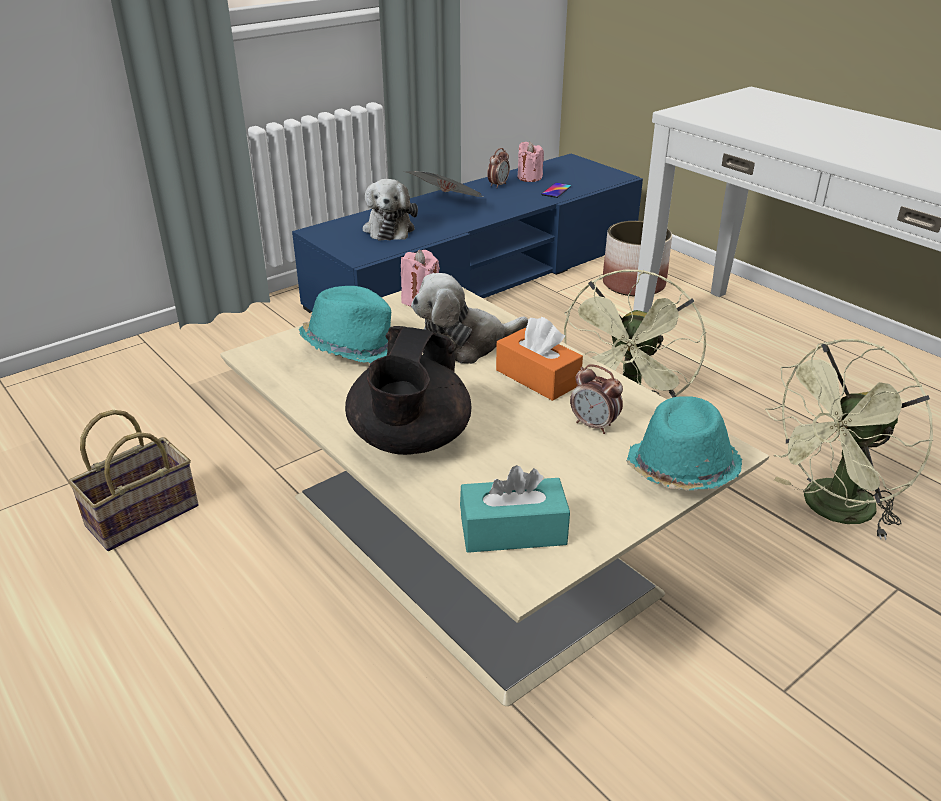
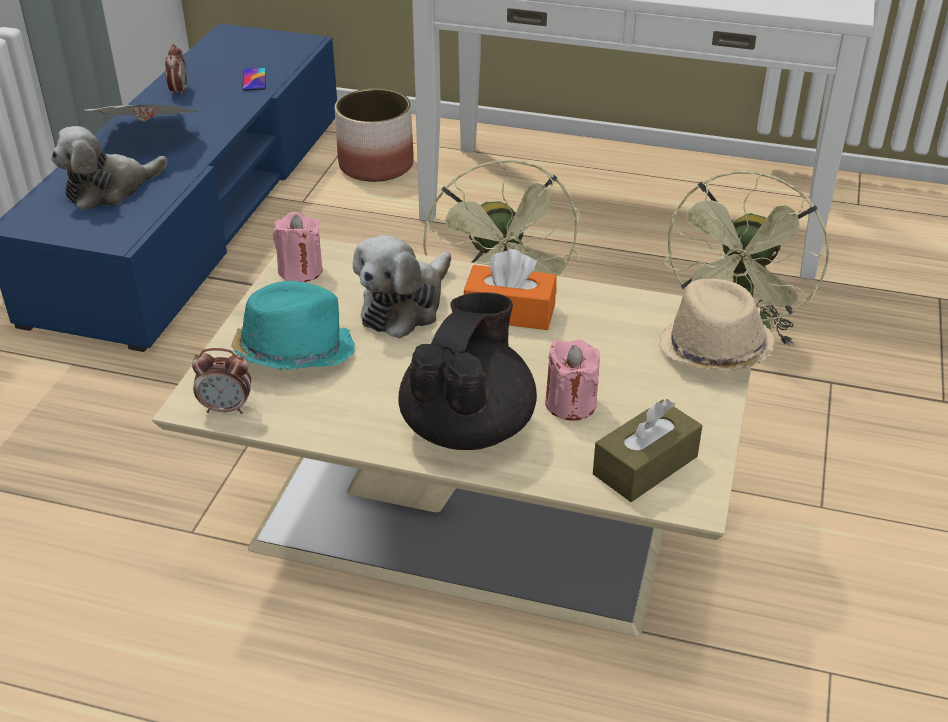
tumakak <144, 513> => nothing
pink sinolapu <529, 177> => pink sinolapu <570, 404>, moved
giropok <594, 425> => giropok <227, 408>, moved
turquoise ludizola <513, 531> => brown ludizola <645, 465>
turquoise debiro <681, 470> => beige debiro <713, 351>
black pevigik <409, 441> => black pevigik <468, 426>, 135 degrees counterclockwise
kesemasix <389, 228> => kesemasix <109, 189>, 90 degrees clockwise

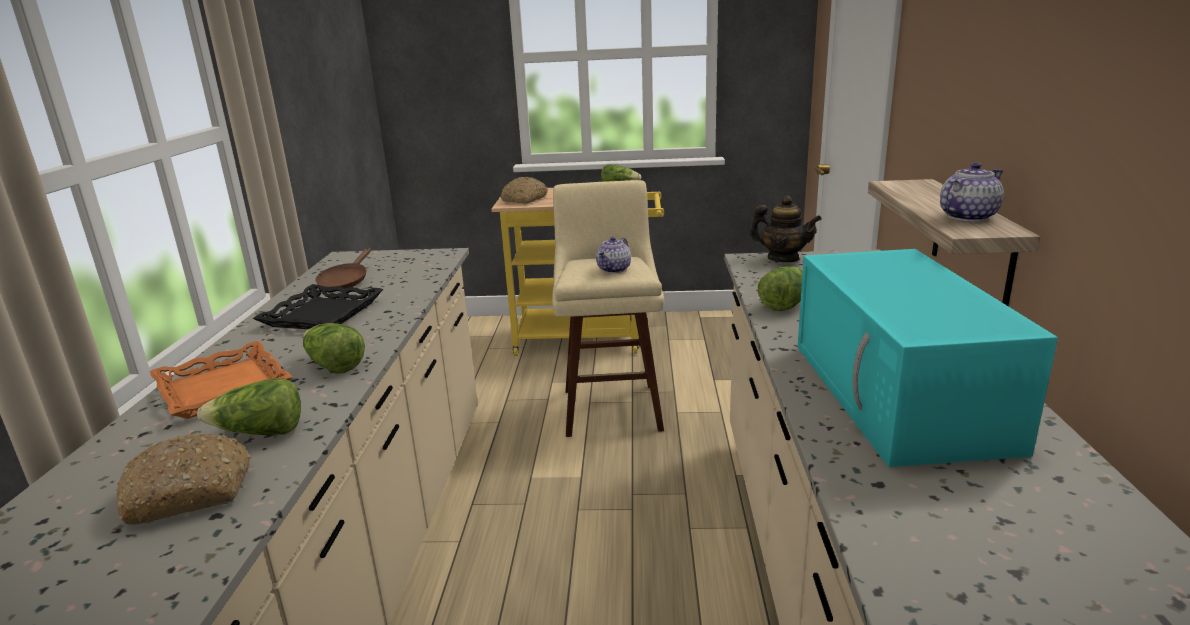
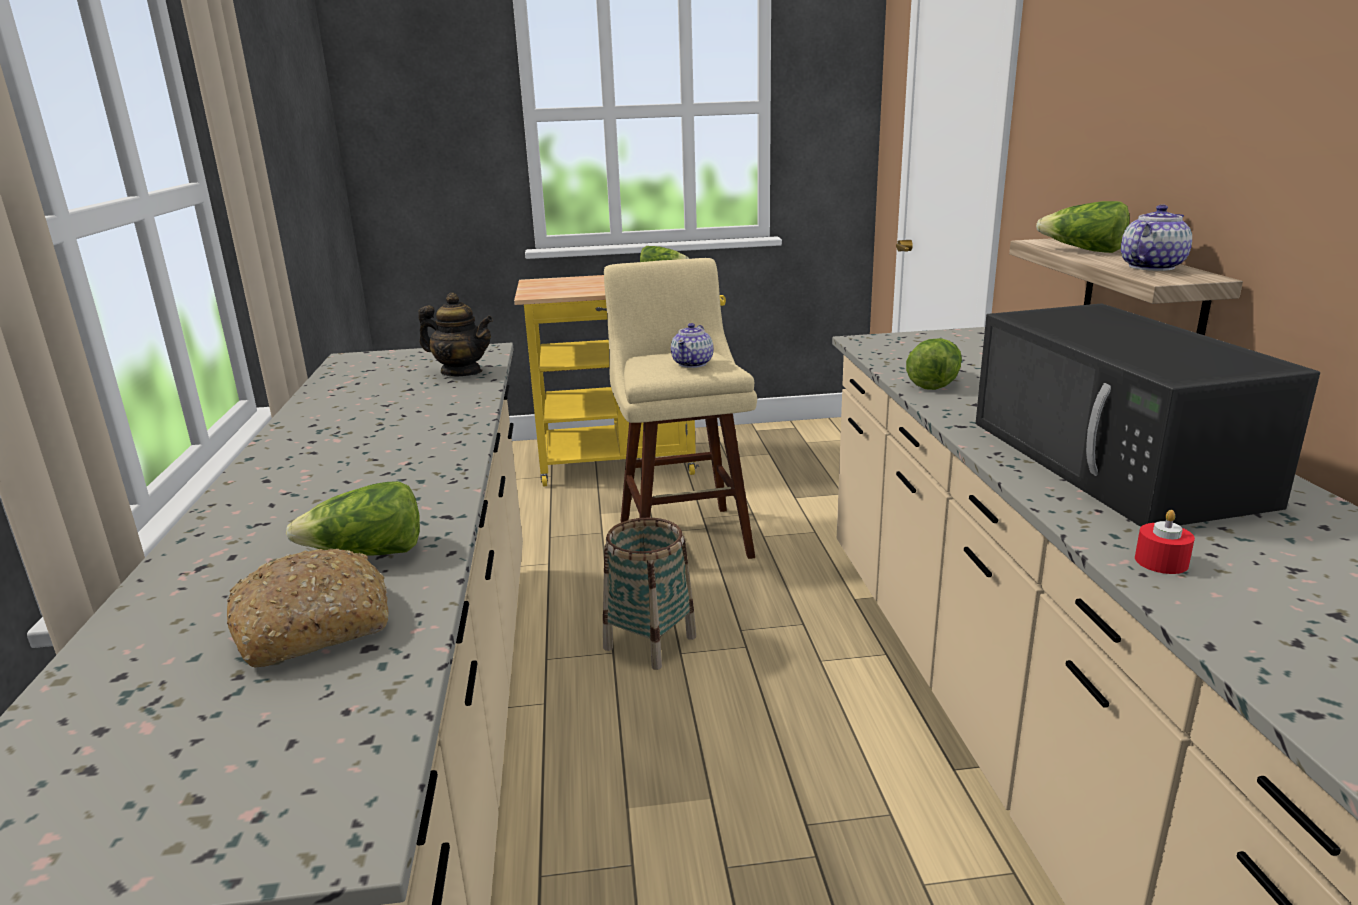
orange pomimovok <224, 387> => nothing
black pomimovok <323, 315> => nothing
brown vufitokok <346, 282> => nothing
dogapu <524, 199> => nothing
nothing => tumakak <650, 642>
nothing => red sinolapu <1161, 561>
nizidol <334, 365> => nizidol <1083, 251>, moved
pevigik <783, 259> => pevigik <461, 372>, moved
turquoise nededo <900, 395> => black nededo <1115, 462>

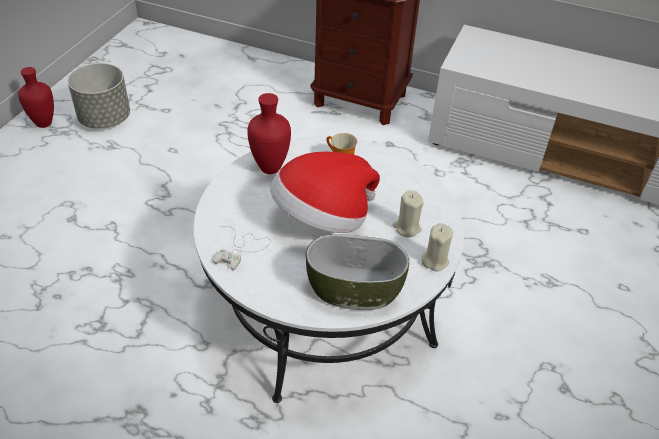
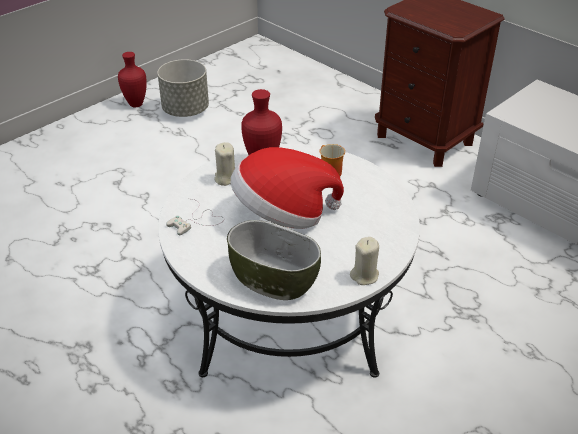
beige sinolapu <407, 228> => beige sinolapu <225, 178>, moved

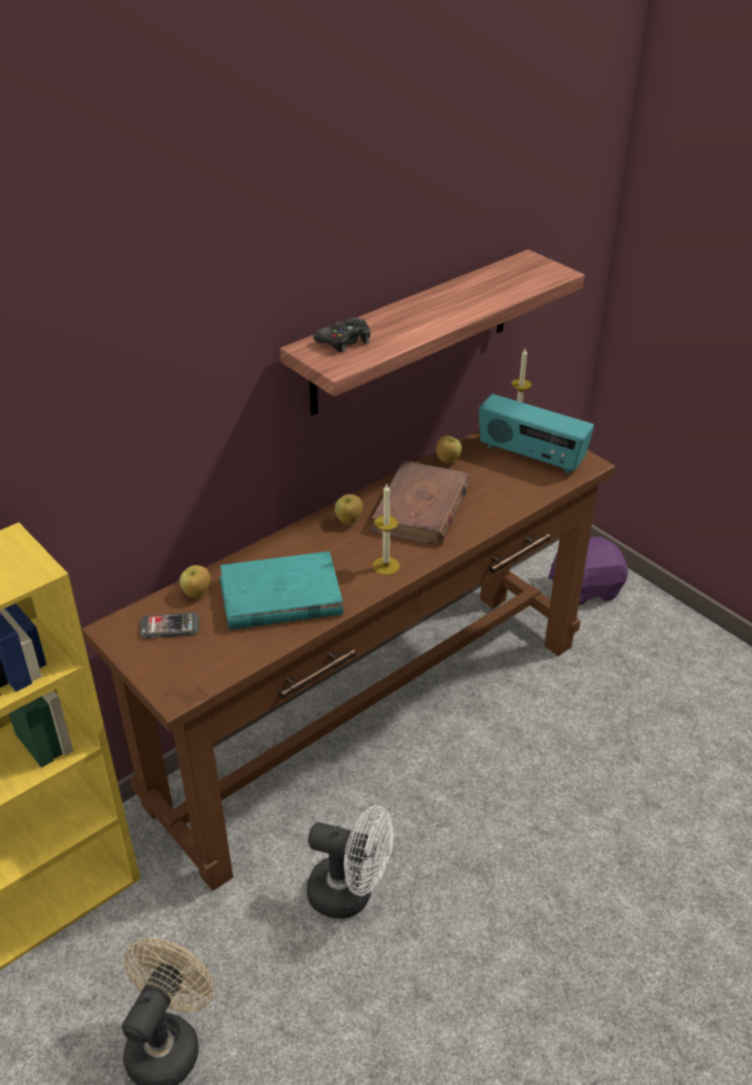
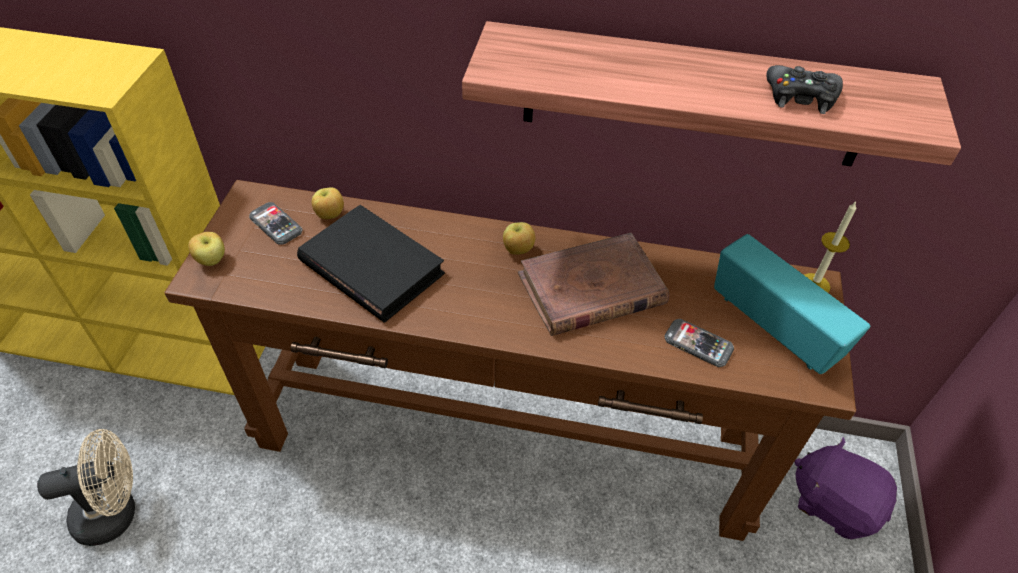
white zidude <351, 894> => nothing
sinolapu <386, 566> => nothing
nothing => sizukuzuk <698, 344>
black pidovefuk <344, 341> => black pidovefuk <800, 97>, moved
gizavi <447, 460> => gizavi <212, 260>, moved
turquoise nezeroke <280, 597> => black nezeroke <371, 267>
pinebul <530, 456> => pinebul <775, 326>, 150 degrees clockwise

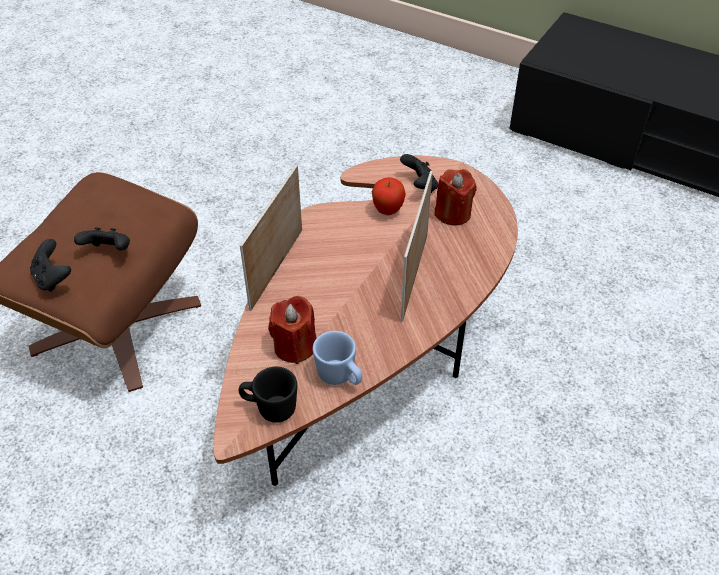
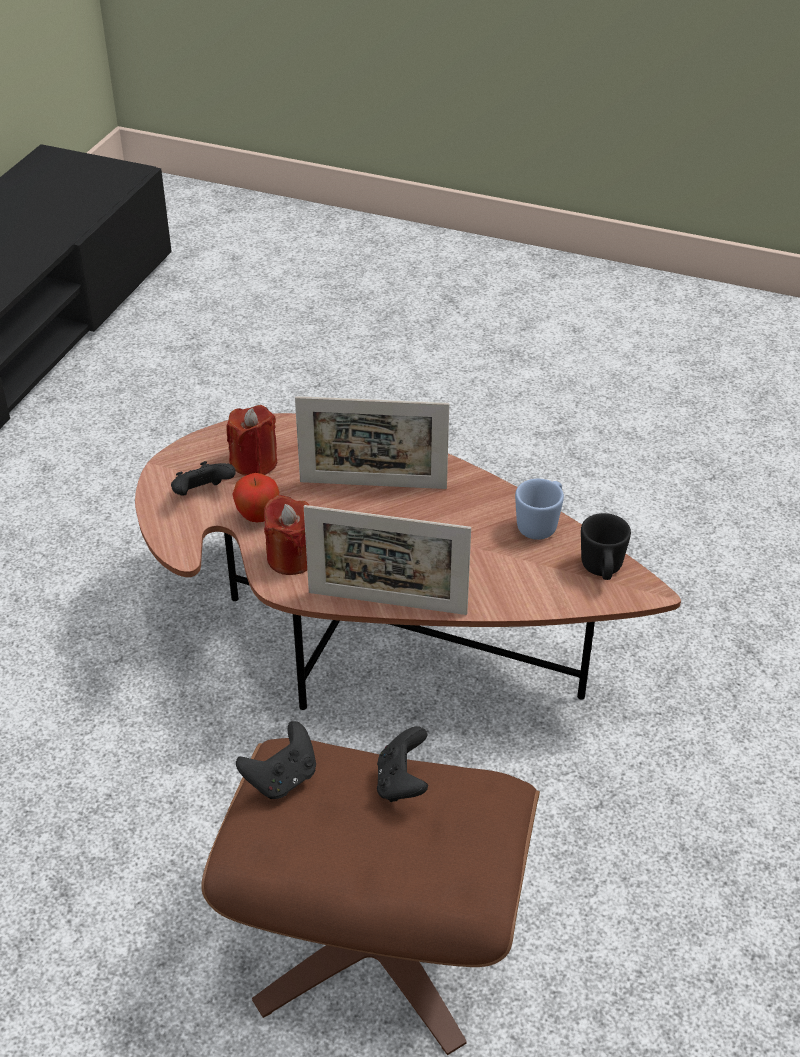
black pidovefuk <53, 278> => black pidovefuk <282, 779>, moved
red sinolapu <294, 346> => red sinolapu <291, 558>, moved

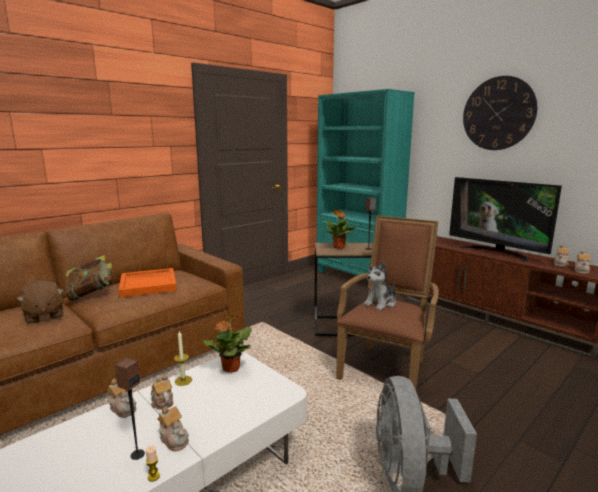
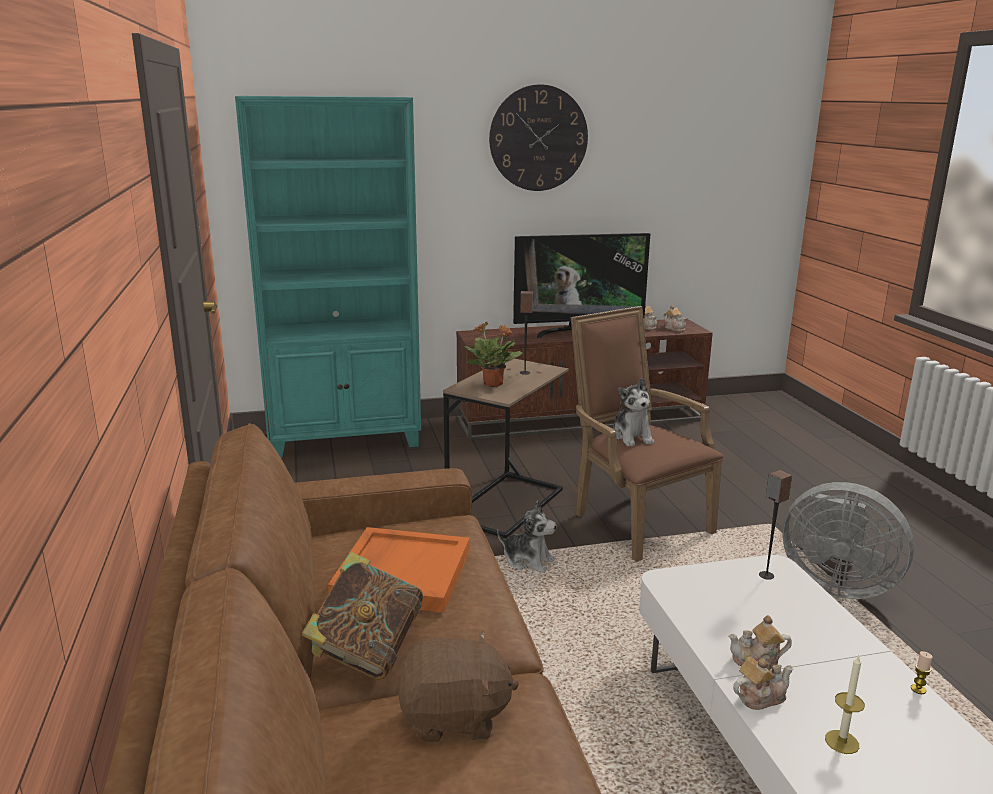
pevigik <174, 439> => nothing
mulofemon <230, 369> => nothing
nothing => kesemasix <528, 561>
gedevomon <137, 454> => gedevomon <766, 575>, moved
sinolapu <183, 380> => sinolapu <842, 742>, moved

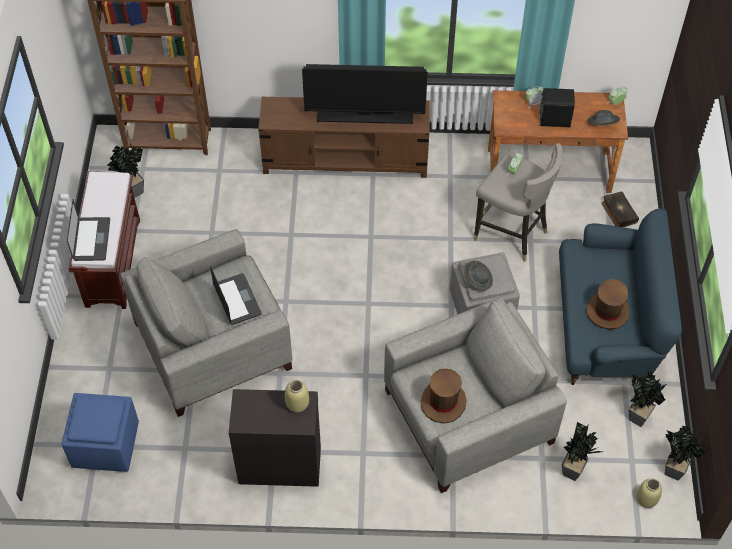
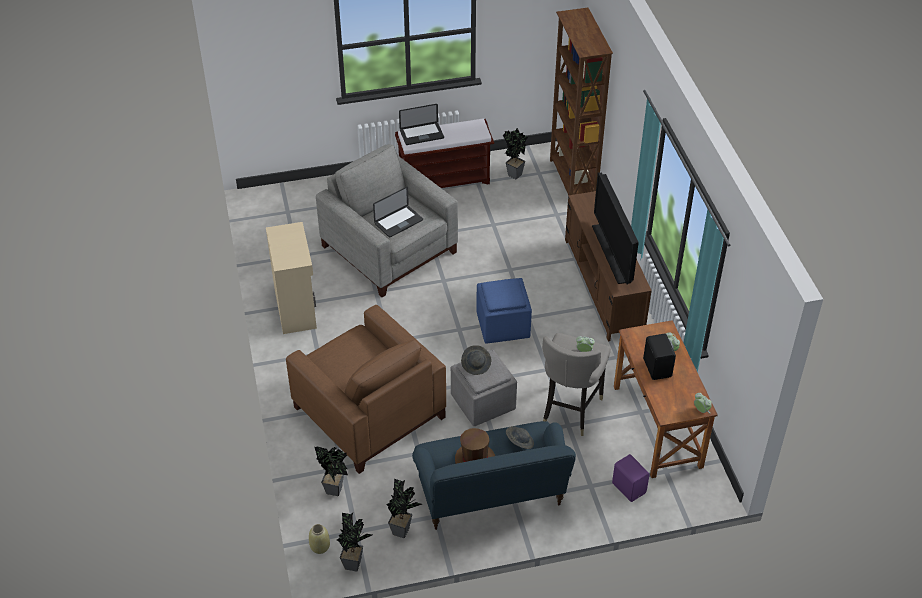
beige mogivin <297, 404> => nothing
brown debiro <443, 402> => nothing
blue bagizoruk <105, 445> => blue bagizoruk <502, 325>, moved
grey debiro <602, 125> => grey debiro <519, 442>, moved
nezeroke <618, 213> => purple gedevomon <629, 487>
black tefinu <279, 464> => beige tefinu <296, 308>
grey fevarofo <466, 418> => brown fevarofo <367, 411>

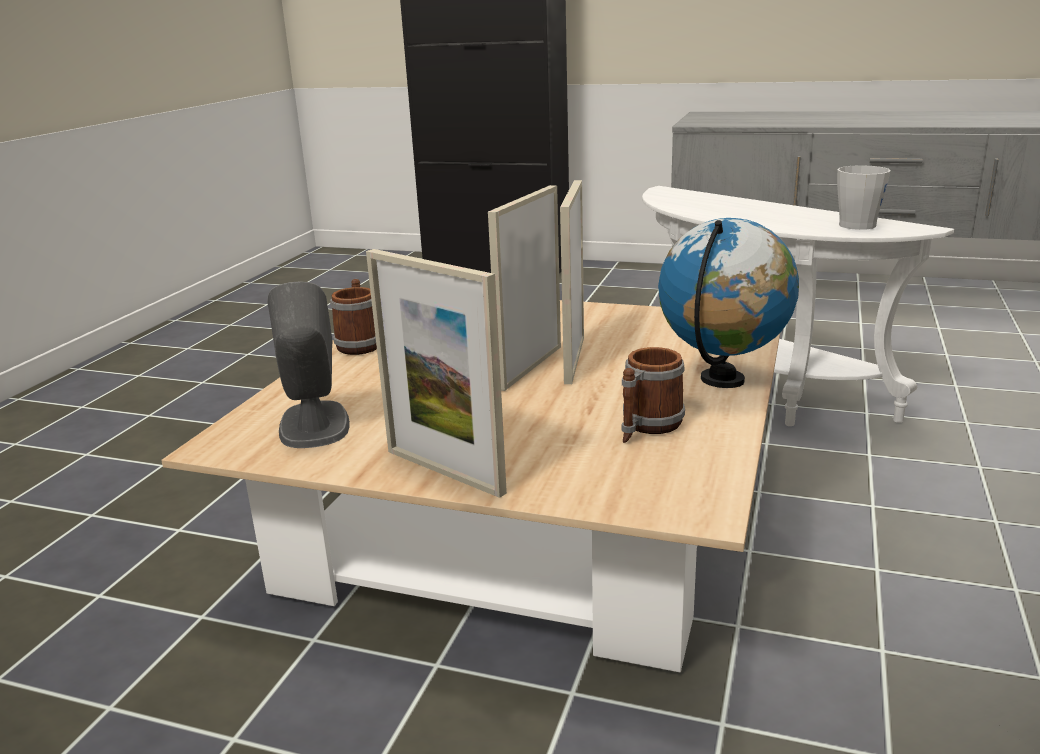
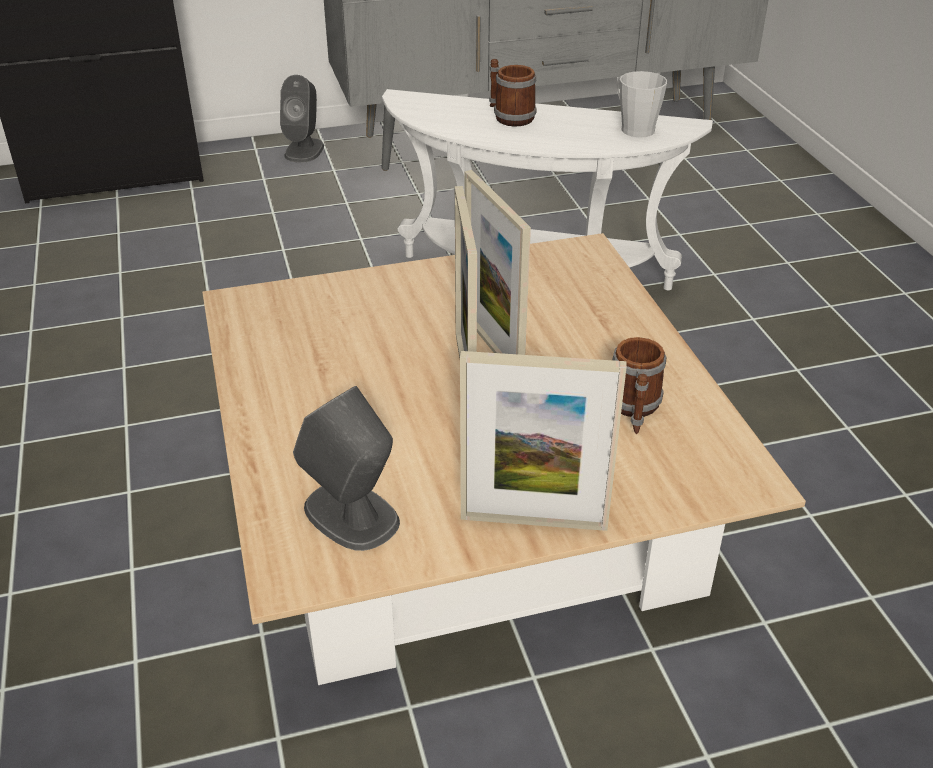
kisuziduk <723, 380> => nothing
nothing => grey gedevomon <304, 150>
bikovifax <359, 343> => bikovifax <509, 116>, moved

